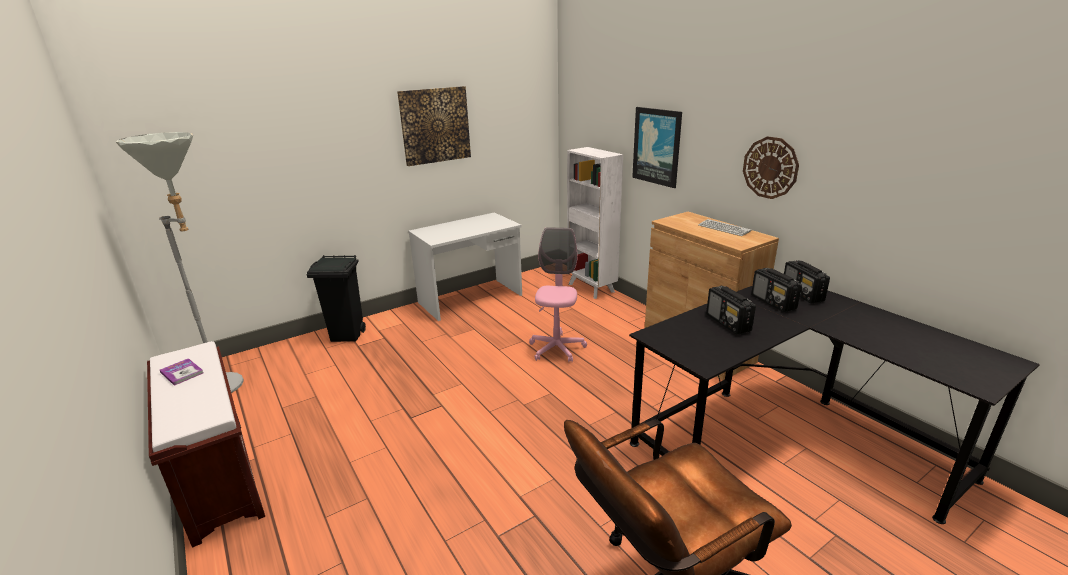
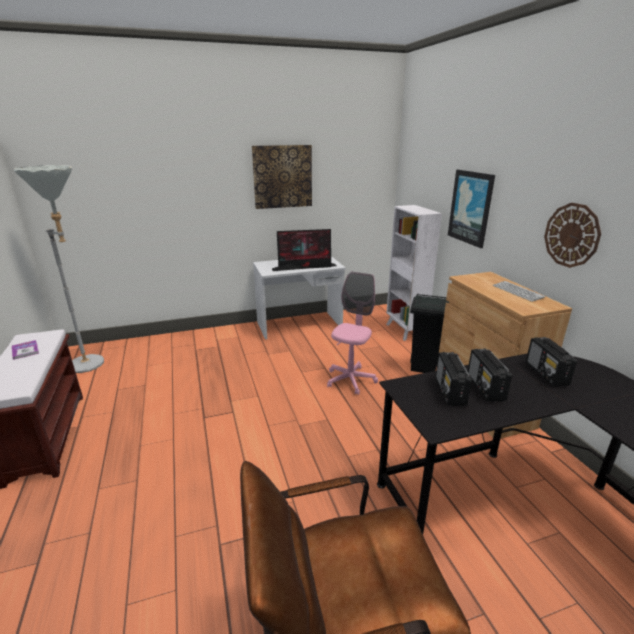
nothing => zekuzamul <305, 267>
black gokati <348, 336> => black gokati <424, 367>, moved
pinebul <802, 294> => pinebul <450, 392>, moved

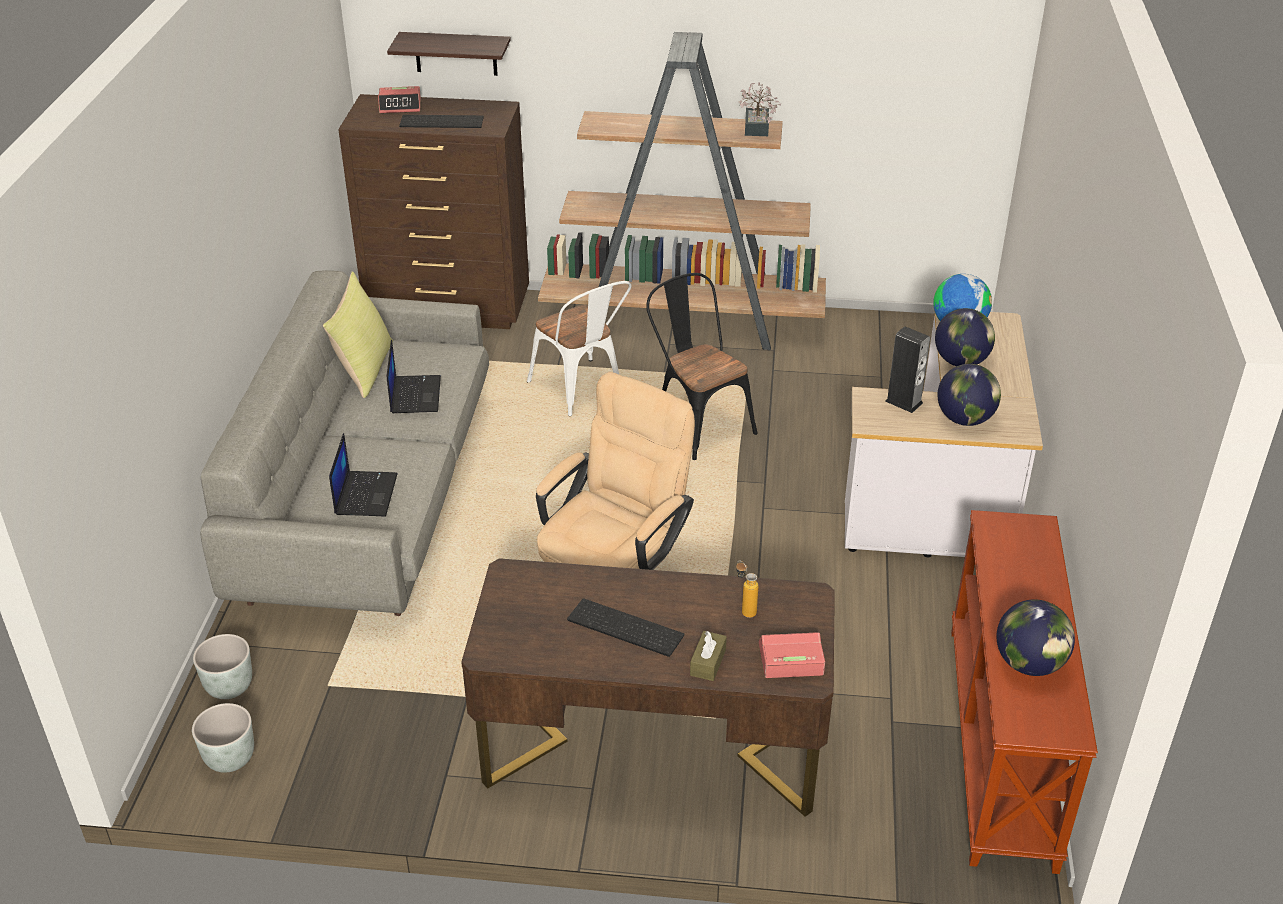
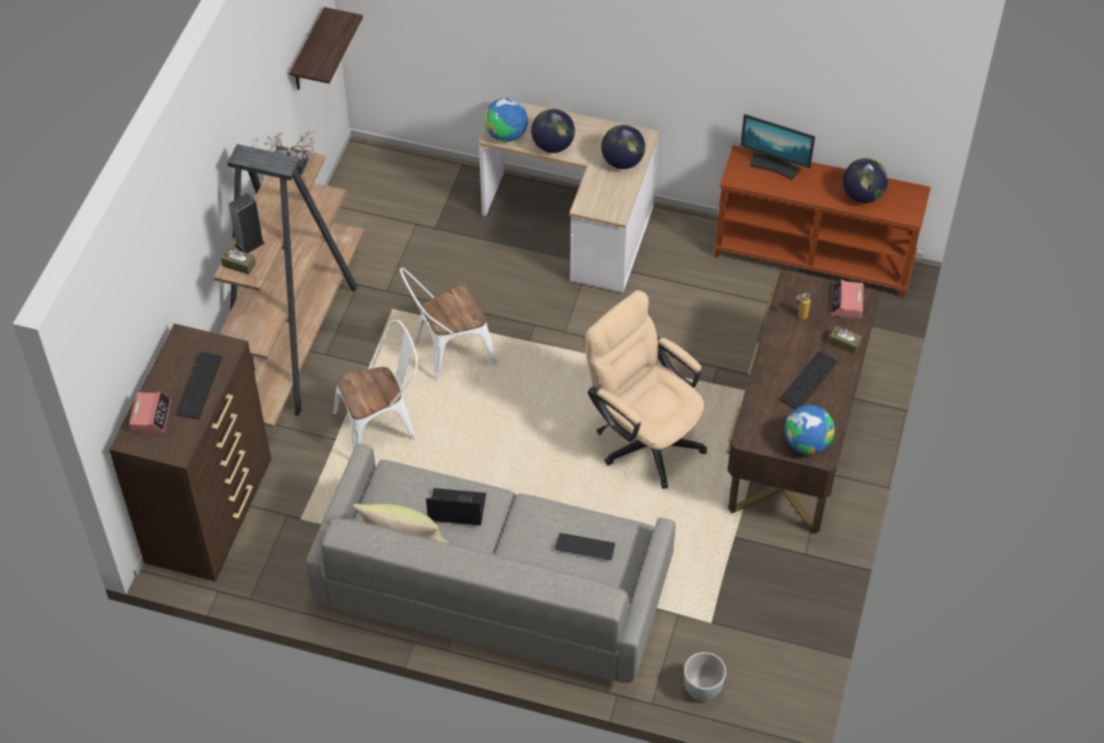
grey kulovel <229, 759> => nothing
nothing => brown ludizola <239, 265>
nothing => zekuzamul <774, 165>
nothing => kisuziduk <806, 443>
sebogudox <456, 53> => sebogudox <308, 52>, moved
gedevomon <903, 402> => gedevomon <249, 244>, moved
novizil <365, 494> => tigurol <585, 547>
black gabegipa <697, 423> => white gabegipa <448, 353>

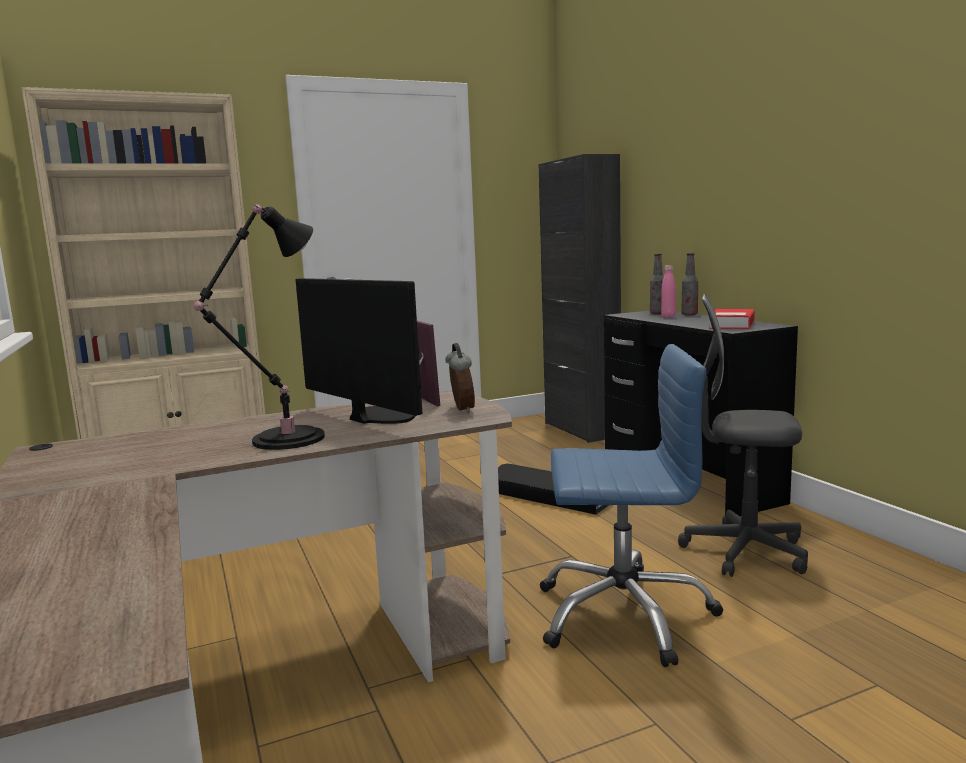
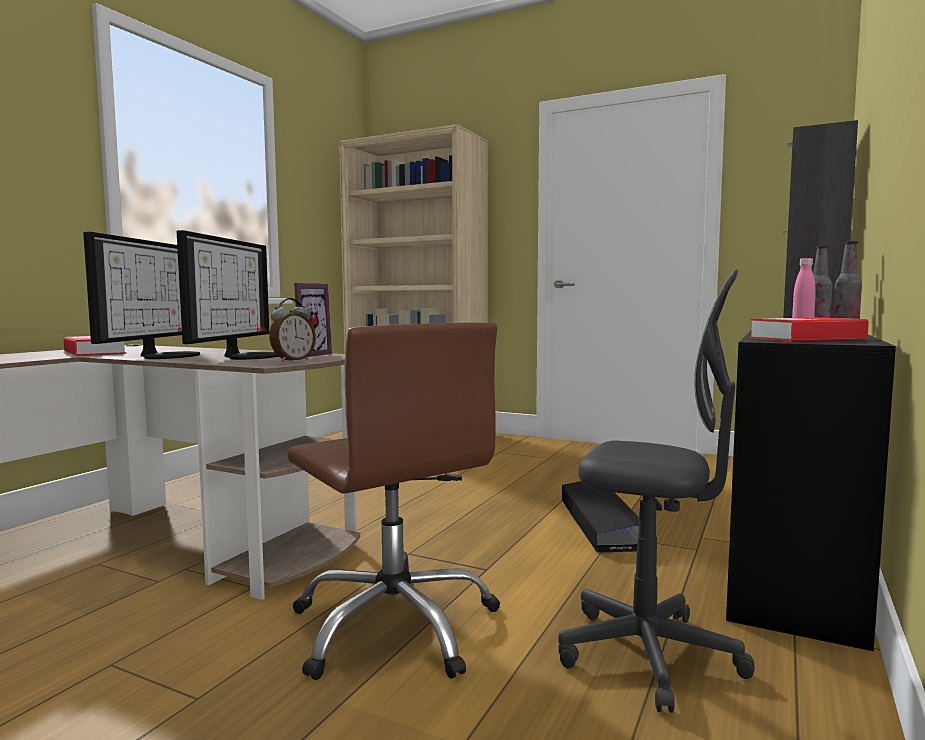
nothing => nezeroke <94, 352>
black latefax <282, 440> => zekuzamul <165, 356>
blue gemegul <623, 614> => brown gemegul <395, 625>
grey gemegul <744, 552> => grey gemegul <648, 654>, 135 degrees clockwise

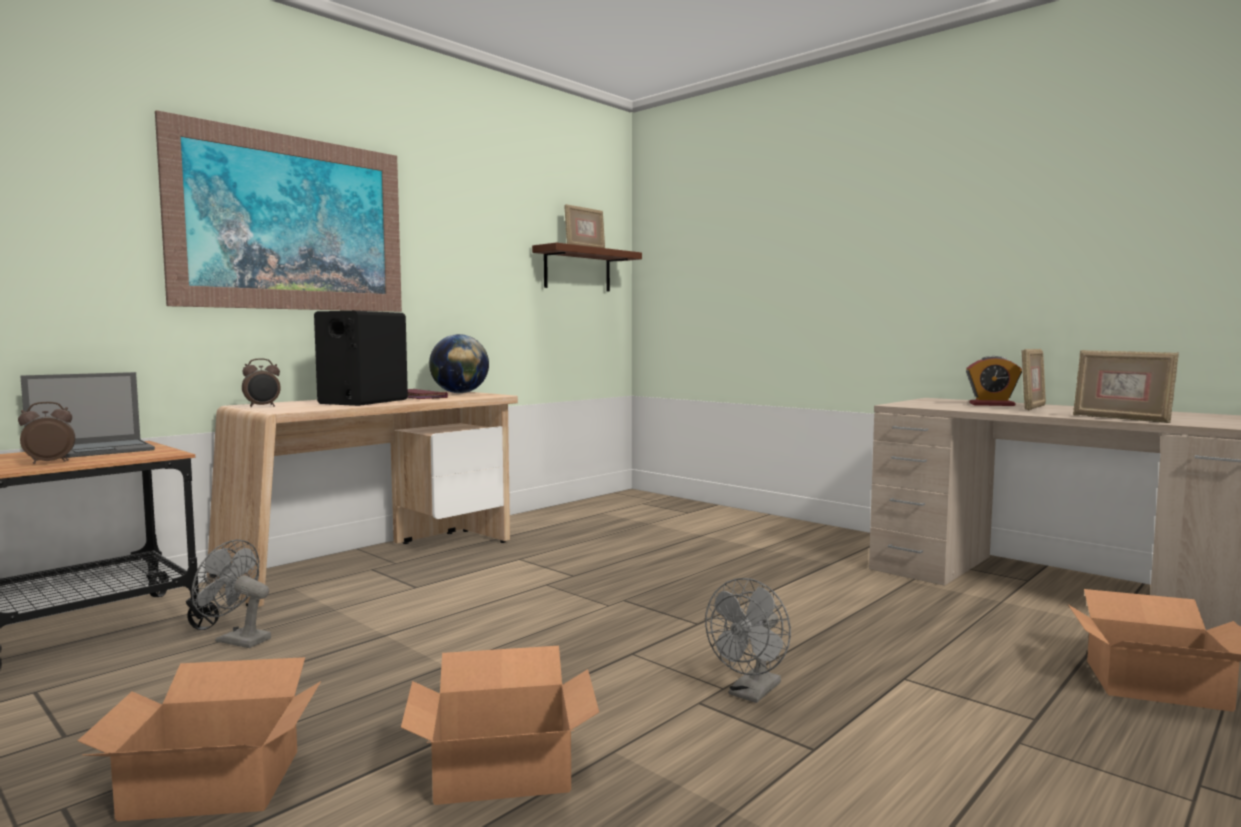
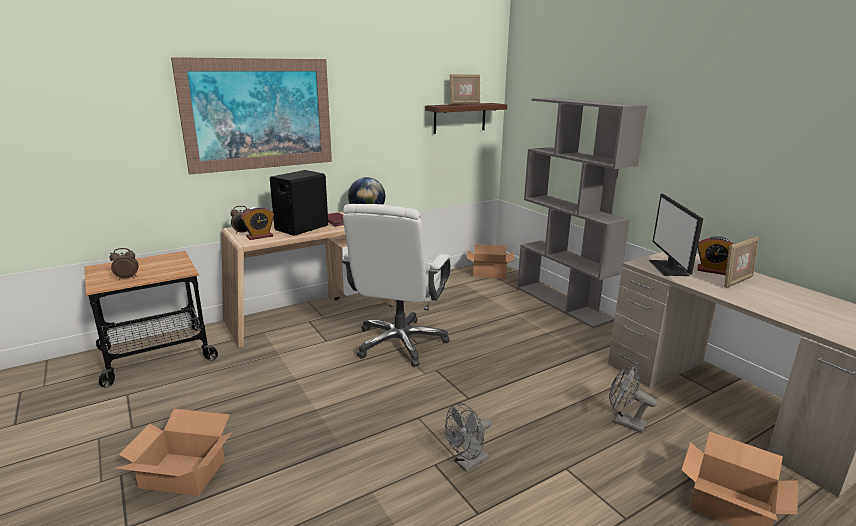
novizil <92, 450> => nothing
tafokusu <1121, 419> => nothing
nothing => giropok <259, 236>
nothing => white gemegul <400, 343>
nothing => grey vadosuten <563, 303>
nothing => zekuzamul <669, 268>
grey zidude <236, 640> => grey zidude <624, 422>, moved
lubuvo <501, 768> => lubuvo <489, 272>, moved

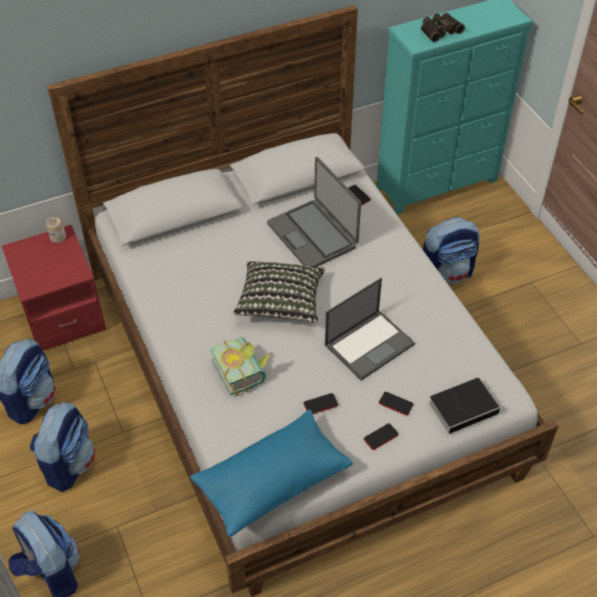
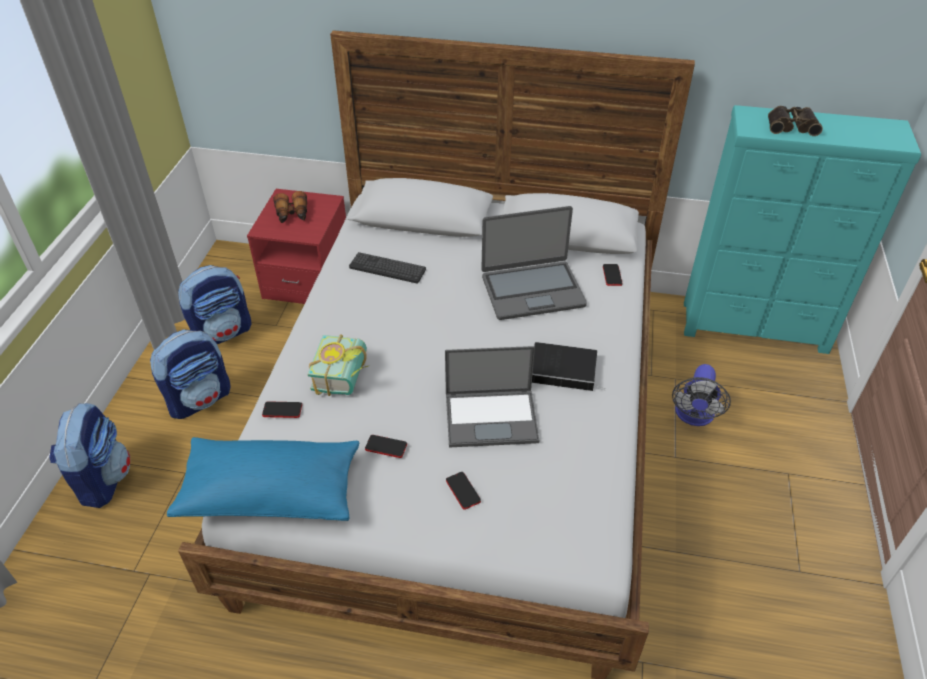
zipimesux <58, 237> => nothing
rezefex <280, 303> => nothing
nothing => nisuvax <292, 214>
nothing => tigurol <387, 268>
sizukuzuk <381, 437> => sizukuzuk <282, 410>, moved
nezeroke <464, 407> => nezeroke <565, 370>, moved
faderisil <447, 273> => zidude <694, 416>
novizil <313, 235> => novizil <532, 290>, 105 degrees counterclockwise

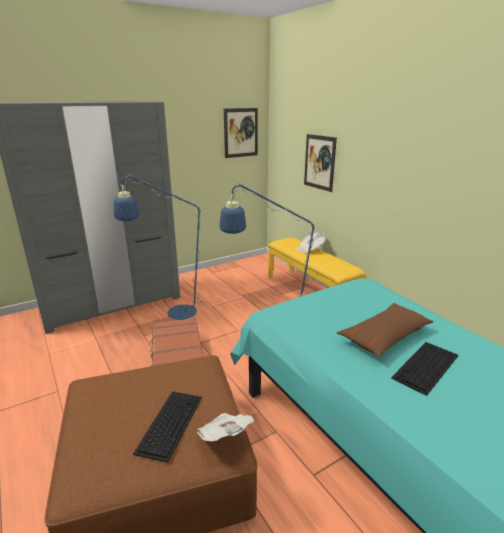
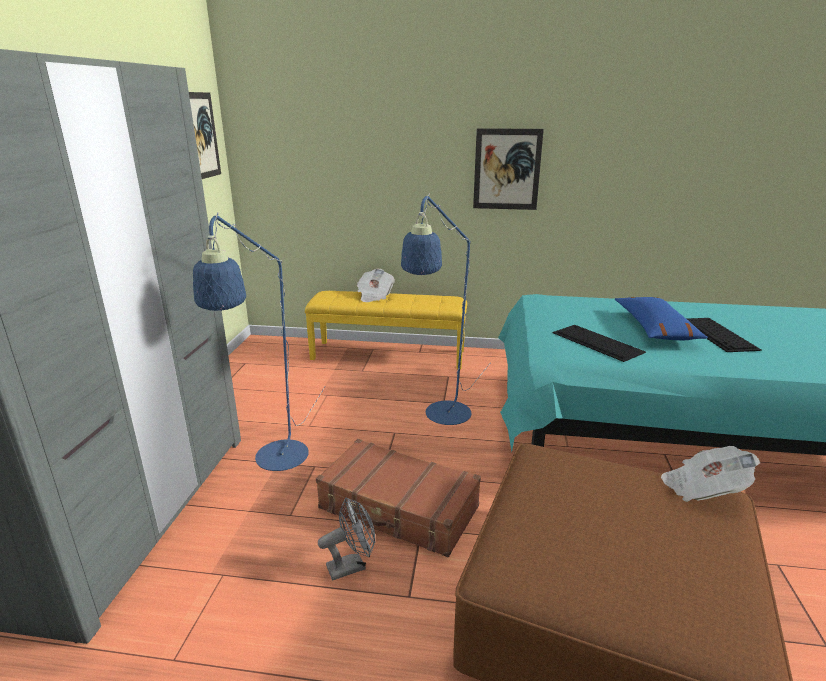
nothing => grey zidude <351, 565>
tigurol <170, 422> => tigurol <596, 342>, moved
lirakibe <319, 162> => lirakibe <507, 169>, moved
brown rezefex <385, 336> => blue rezefex <654, 328>

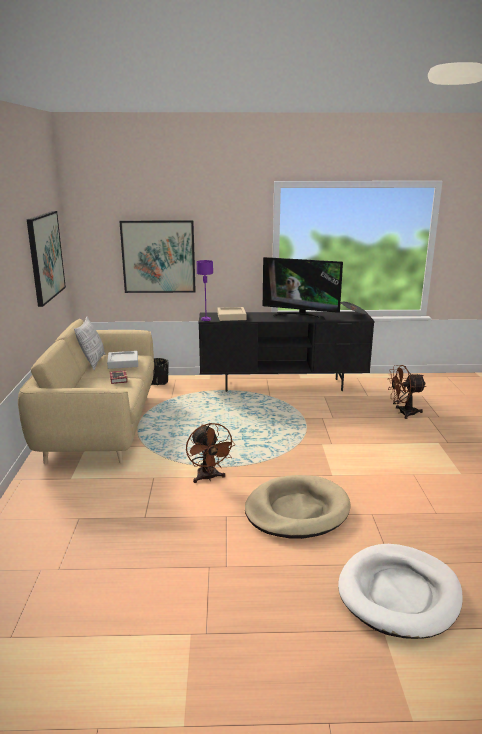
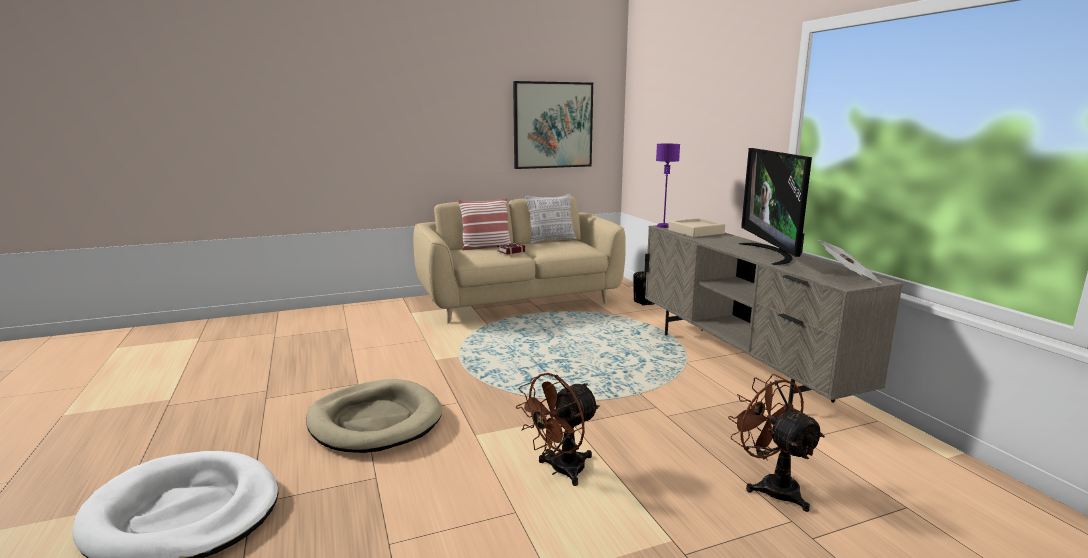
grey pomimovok <123, 363> => nothing
lirakibe <158, 256> => nothing
nothing => rezefex <486, 247>
brown zidude <208, 478> => brown zidude <560, 471>, moved
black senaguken <283, 385> => beige senaguken <739, 365>

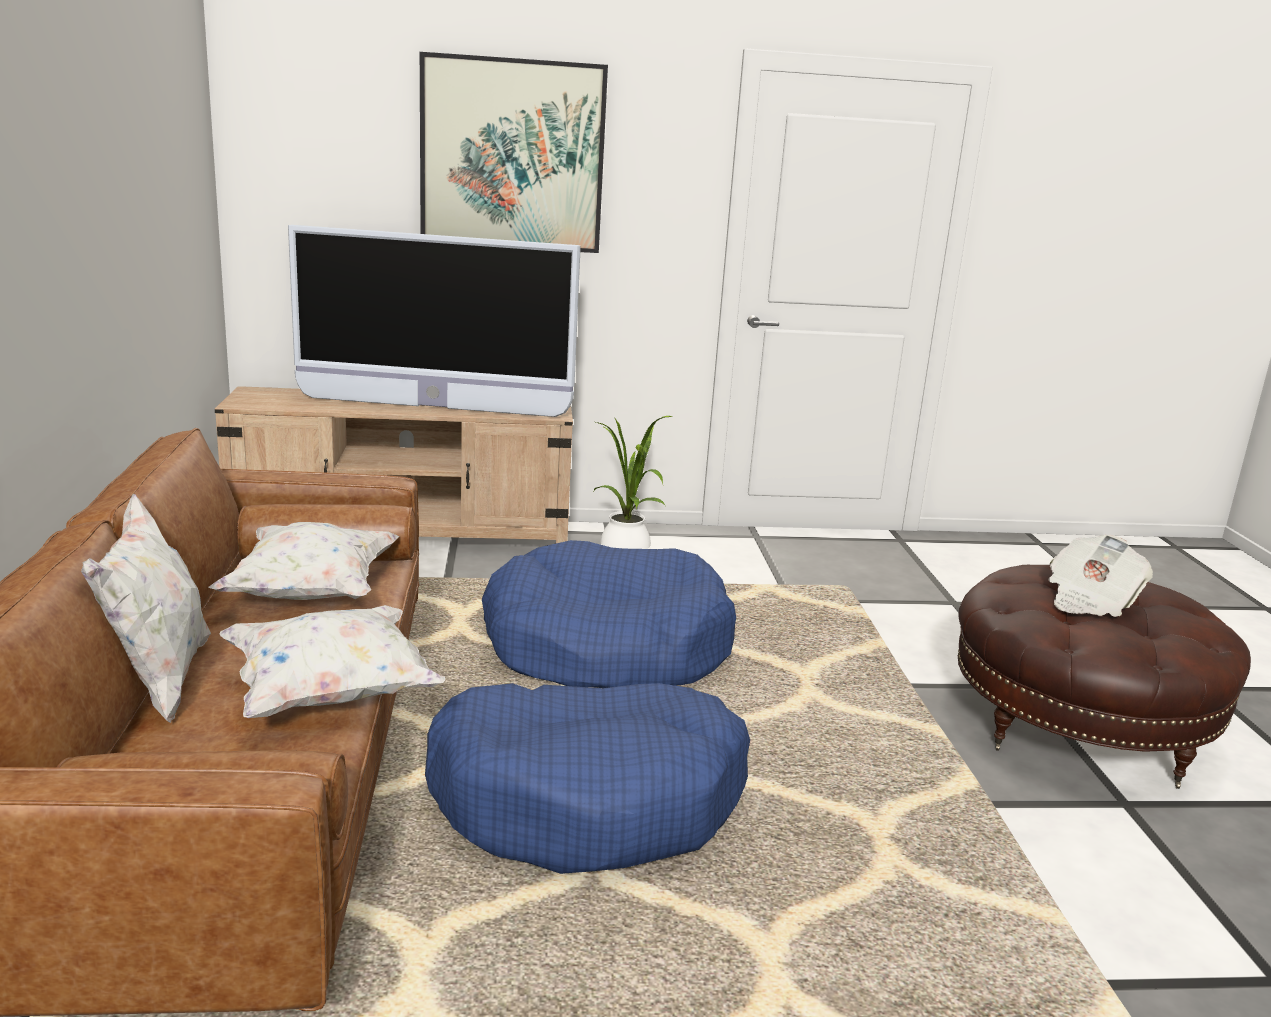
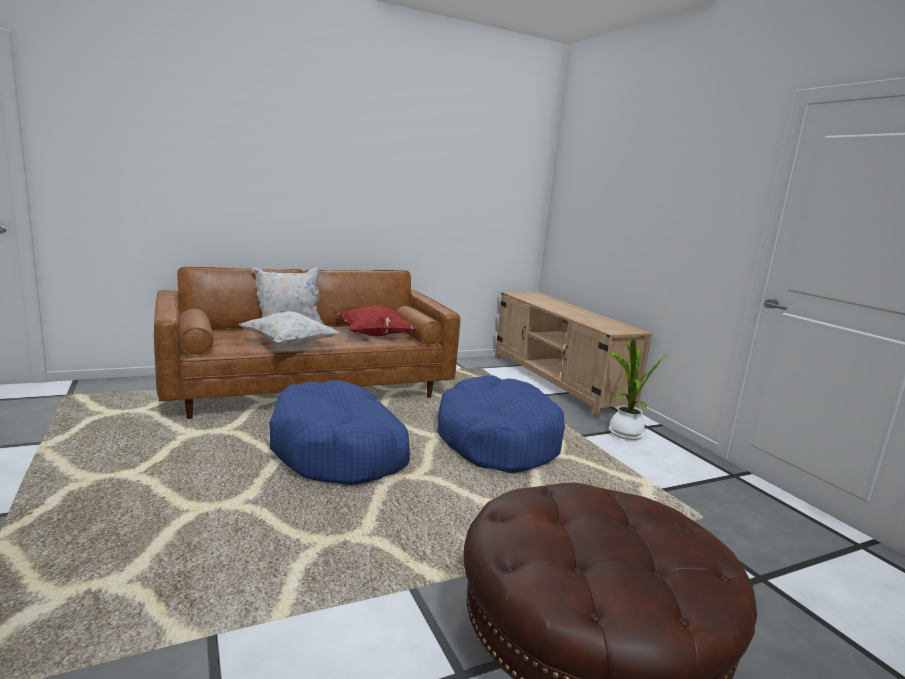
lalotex <433, 407> => nothing
lirakibe <512, 155> => nothing
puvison <1089, 600> => nothing
white rezefex <311, 593> => red rezefex <375, 336>

